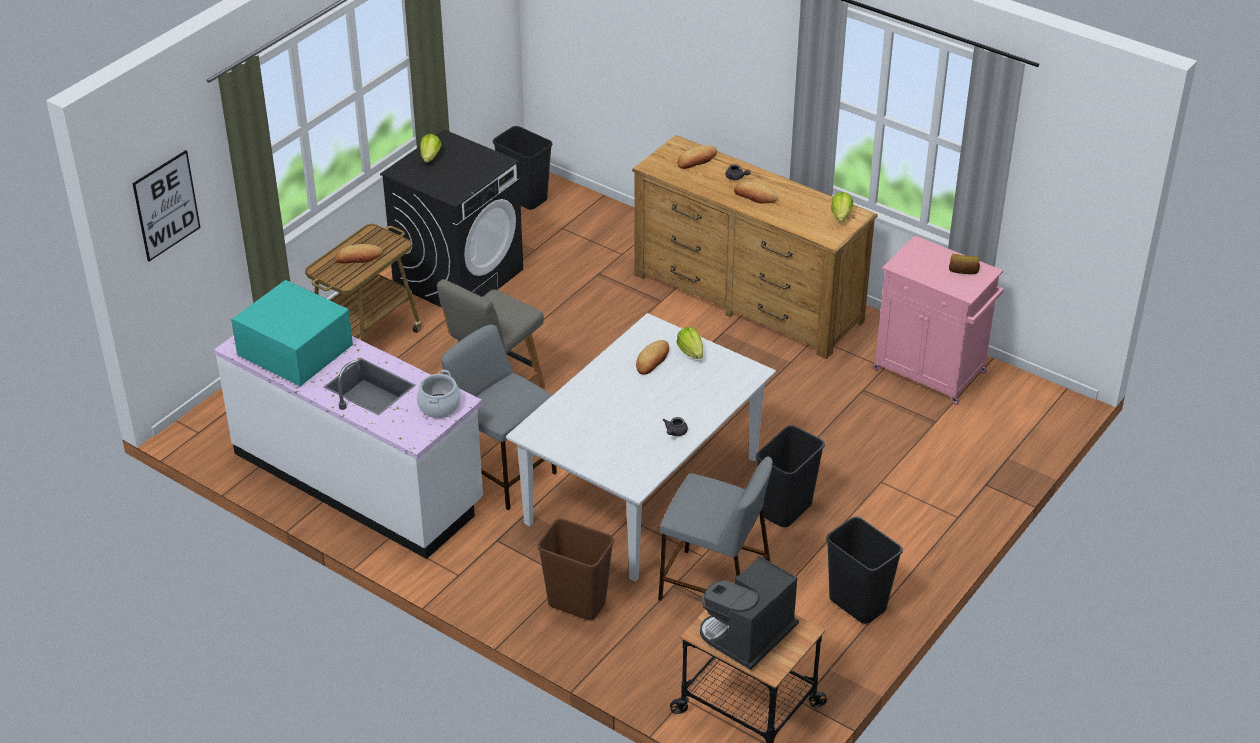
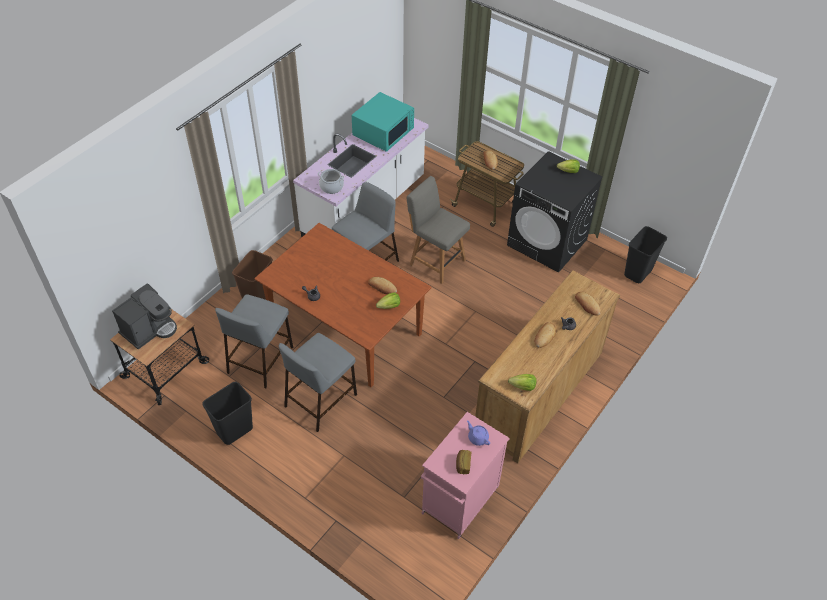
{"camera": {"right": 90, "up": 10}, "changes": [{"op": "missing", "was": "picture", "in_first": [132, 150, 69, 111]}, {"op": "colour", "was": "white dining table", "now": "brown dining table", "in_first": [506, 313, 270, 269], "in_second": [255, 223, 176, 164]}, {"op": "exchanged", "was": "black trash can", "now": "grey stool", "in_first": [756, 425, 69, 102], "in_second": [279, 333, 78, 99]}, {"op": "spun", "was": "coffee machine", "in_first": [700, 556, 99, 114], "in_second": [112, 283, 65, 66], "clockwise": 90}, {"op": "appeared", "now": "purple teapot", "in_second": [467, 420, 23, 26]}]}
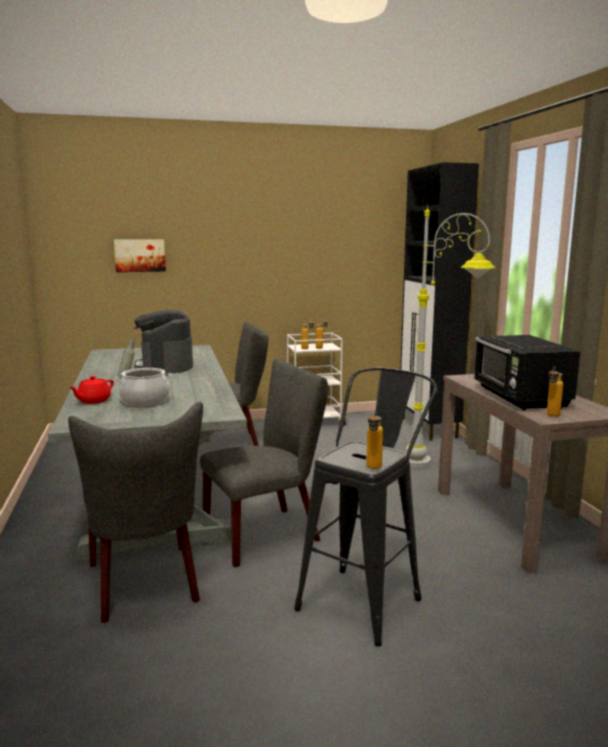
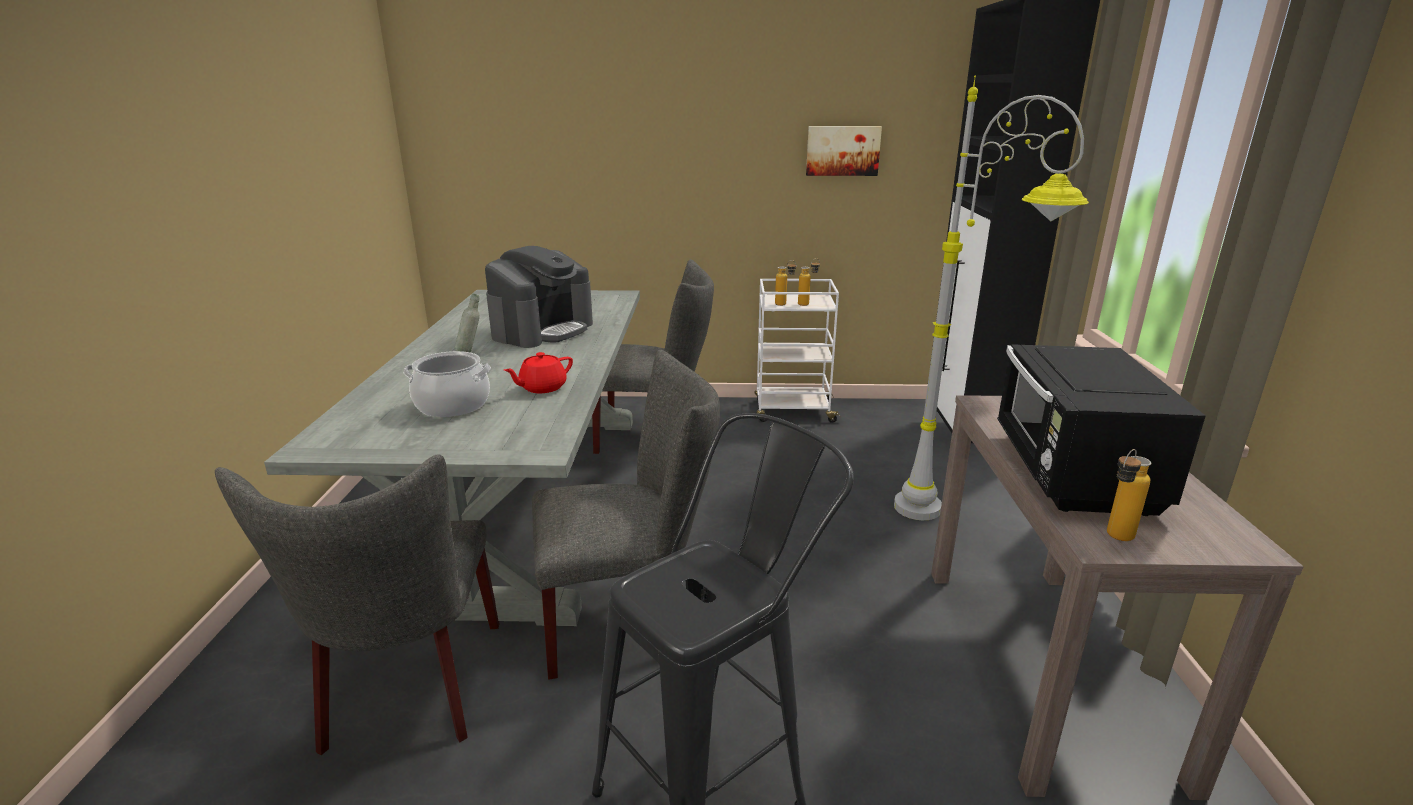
{"camera": {"right": 15, "up": 10}, "changes": [{"op": "relocated", "was": "picture", "in_first": [114, 239, 52, 33], "in_second": [806, 126, 76, 50]}, {"op": "spun", "was": "coffee machine", "in_first": [134, 310, 59, 64], "in_second": [485, 246, 108, 102], "clockwise": -150}, {"op": "relocated", "was": "red teapot", "in_first": [69, 376, 45, 28], "in_second": [504, 352, 69, 41]}, {"op": "missing", "was": "bottle", "in_first": [366, 411, 17, 58]}]}
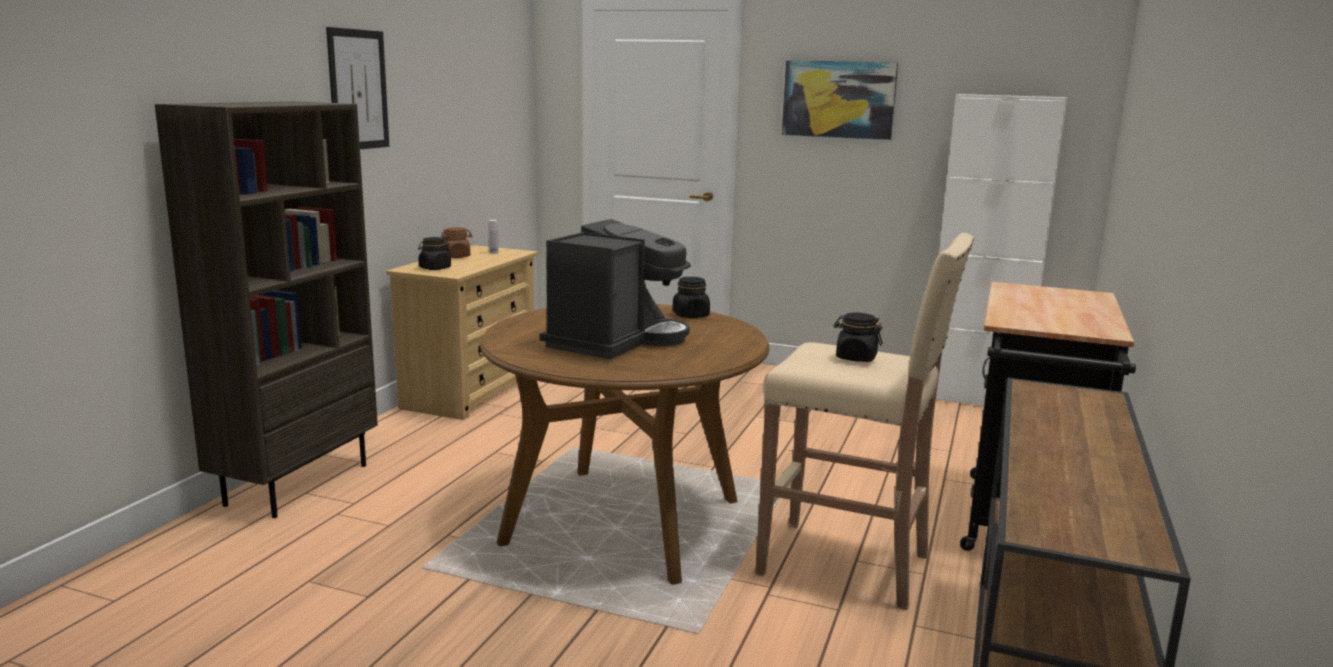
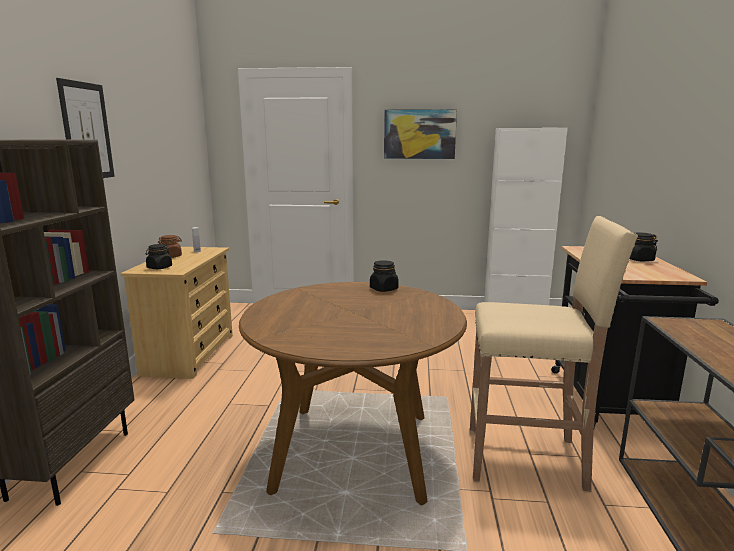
{"camera": {"right": -15, "up": 0}, "changes": [{"op": "missing", "was": "coffee machine", "in_first": [540, 219, 151, 140]}, {"op": "relocated", "was": "black jar", "in_first": [834, 312, 49, 50], "in_second": [629, 232, 29, 29]}]}
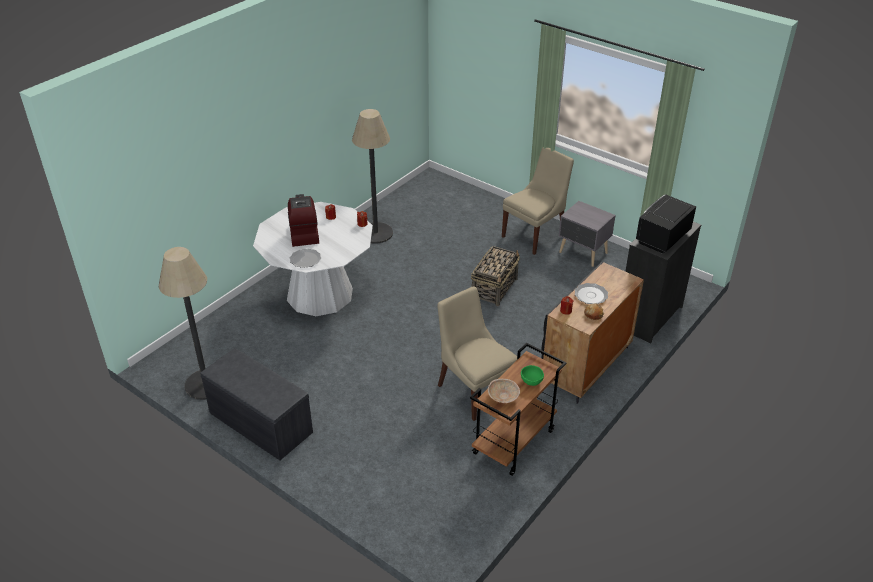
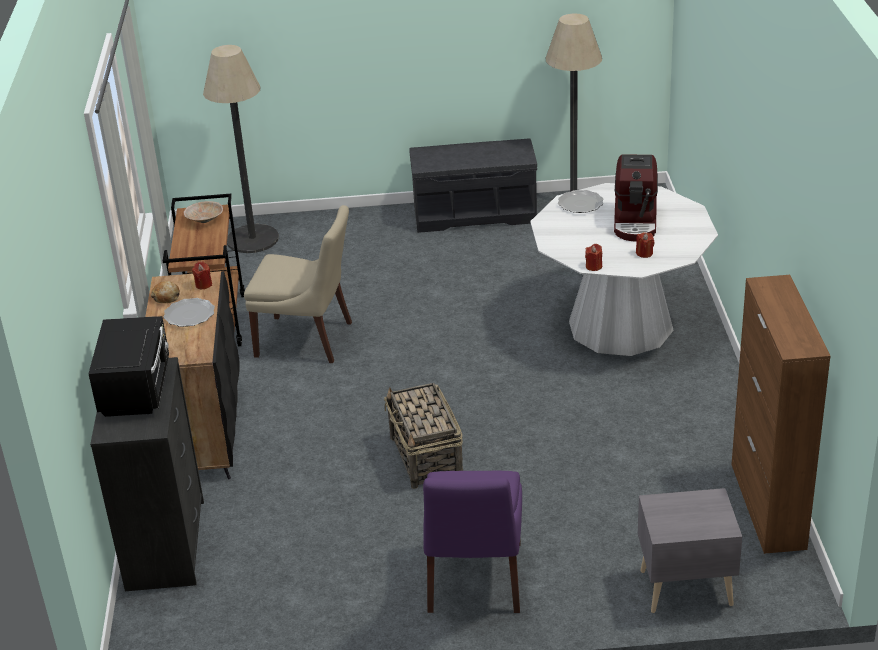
{"camera": {"right": 140, "up": -5}, "changes": [{"op": "relocated", "was": "floor lamp", "in_first": [352, 109, 41, 135], "in_second": [203, 45, 76, 208]}, {"op": "colour", "was": "beige chair", "now": "purple chair", "in_first": [502, 148, 72, 107], "in_second": [423, 470, 99, 143]}, {"op": "spun", "was": "coffee machine", "in_first": [288, 194, 31, 53], "in_second": [614, 154, 44, 87], "clockwise": 60}, {"op": "relocated", "was": "grey nightstand", "in_first": [559, 201, 57, 66], "in_second": [638, 488, 104, 125]}, {"op": "missing", "was": "green bowl", "in_first": [521, 365, 23, 21]}, {"op": "appeared", "now": "brown cabinet", "in_second": [731, 275, 100, 279]}]}
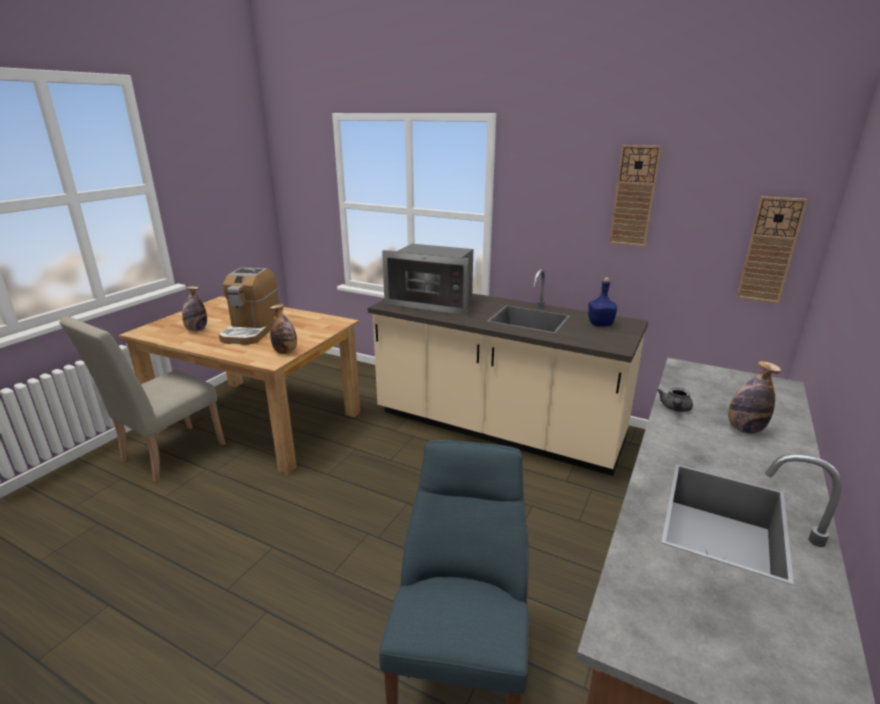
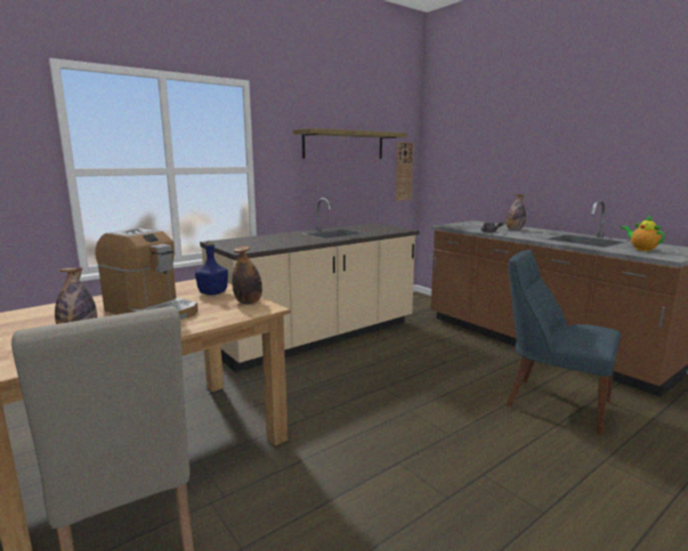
{"camera": {"right": -65, "up": -10}, "changes": [{"op": "exchanged", "was": "wall clock", "now": "shelf", "in_first": [609, 145, 52, 102], "in_second": [293, 128, 114, 31]}, {"op": "missing", "was": "microwave", "in_first": [382, 244, 91, 72]}, {"op": "relocated", "was": "blue bottle", "in_first": [588, 277, 29, 50], "in_second": [195, 240, 33, 55]}, {"op": "appeared", "now": "teapot", "in_second": [621, 216, 44, 35]}]}
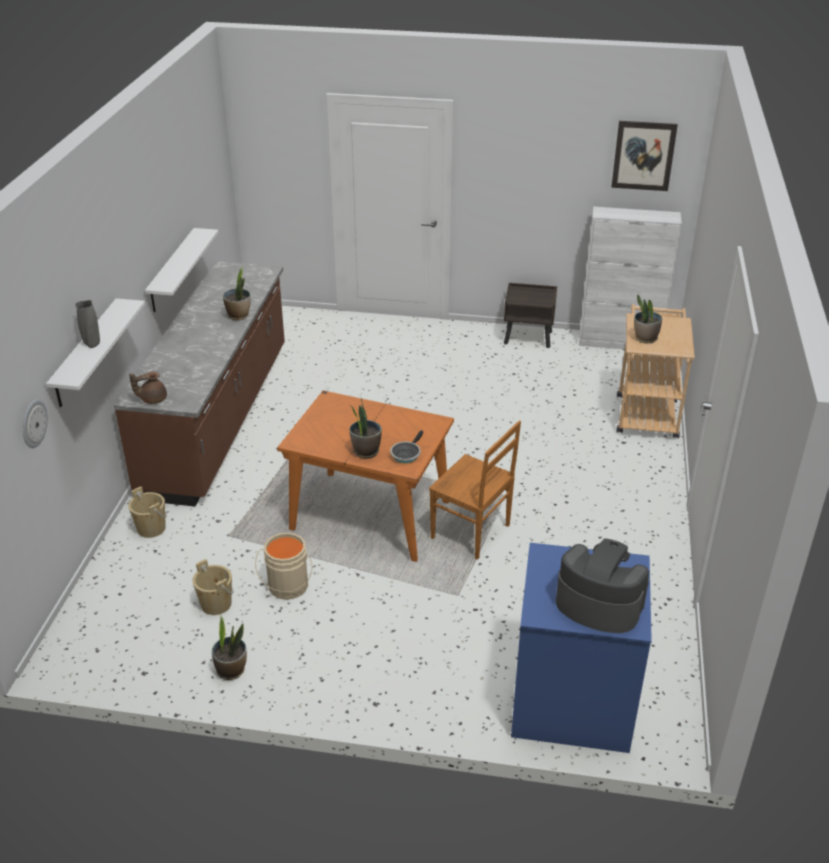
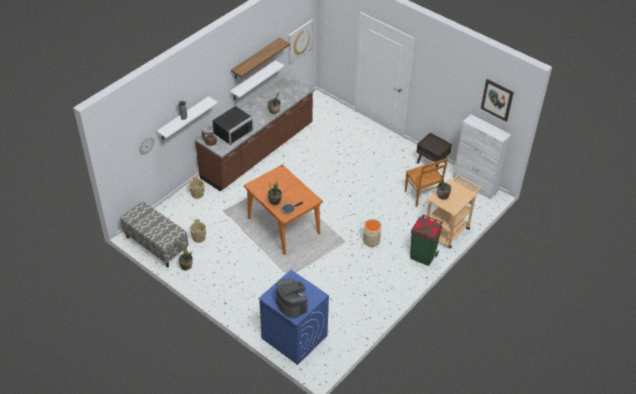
{"camera": {"right": 30, "up": 10}, "changes": [{"op": "relocated", "was": "brown chair", "in_first": [429, 421, 92, 139], "in_second": [405, 158, 42, 49]}, {"op": "relocated", "was": "beige bucket", "in_first": [255, 532, 58, 68], "in_second": [360, 219, 22, 28]}, {"op": "appeared", "now": "picture", "in_second": [288, 20, 25, 44]}, {"op": "appeared", "now": "shelf", "in_second": [231, 38, 59, 41]}, {"op": "appeared", "now": "black microwave", "in_second": [212, 106, 42, 39]}, {"op": "appeared", "now": "bench", "in_second": [120, 202, 69, 66]}, {"op": "appeared", "now": "green trash can", "in_second": [410, 214, 33, 52]}]}
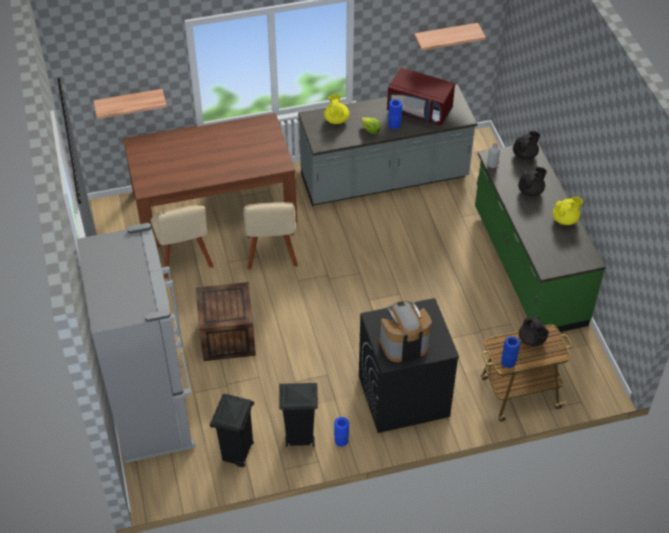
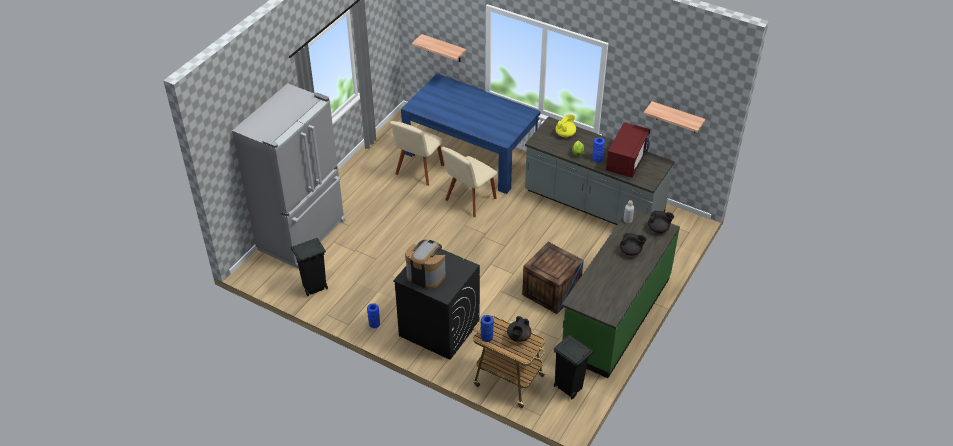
{"camera": {"right": 45, "up": -5}, "changes": [{"op": "spun", "was": "red microwave", "in_first": [387, 68, 68, 58], "in_second": [606, 122, 44, 56], "clockwise": -135}, {"op": "colour", "was": "brown dining table", "now": "blue dining table", "in_first": [123, 113, 174, 137], "in_second": [401, 73, 139, 121]}, {"op": "missing", "was": "yellow teapot", "in_first": [553, 196, 30, 29]}, {"op": "relocated", "was": "crate", "in_first": [196, 282, 60, 79], "in_second": [522, 242, 62, 72]}, {"op": "relocated", "was": "black trash can", "in_first": [279, 383, 39, 64], "in_second": [554, 335, 40, 64]}]}
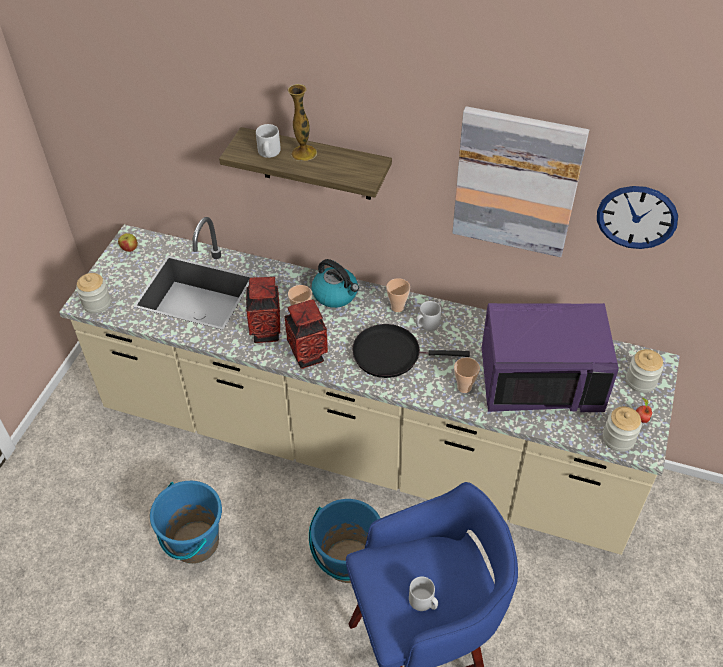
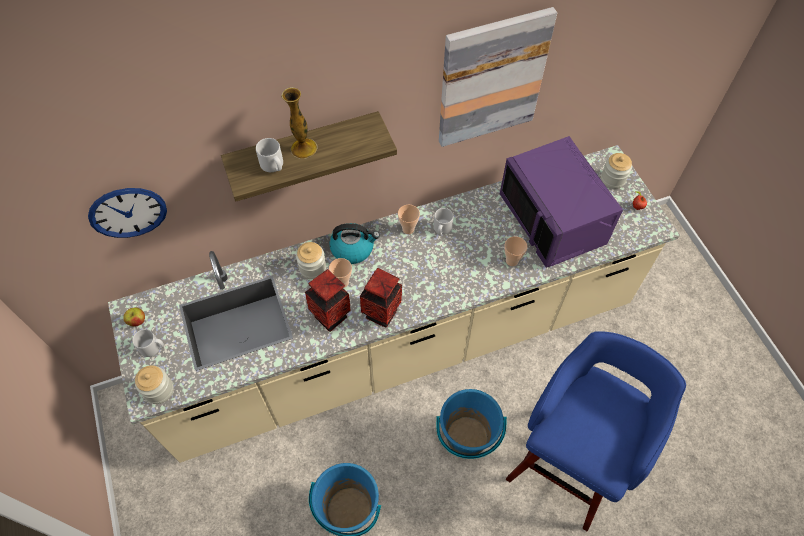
{"camera": {"right": -40, "up": 10}, "changes": [{"op": "relocated", "was": "wall clock", "in_first": [597, 186, 81, 63], "in_second": [88, 188, 79, 50]}, {"op": "spun", "was": "purple microwave", "in_first": [482, 303, 137, 109], "in_second": [500, 136, 123, 132], "clockwise": 105}, {"op": "missing", "was": "black frying pan", "in_first": [352, 324, 118, 54]}, {"op": "relocated", "was": "jar", "in_first": [603, 406, 39, 46], "in_second": [296, 242, 30, 37]}, {"op": "relocated", "was": "grey mug", "in_first": [409, 577, 29, 34], "in_second": [132, 329, 32, 28]}]}
